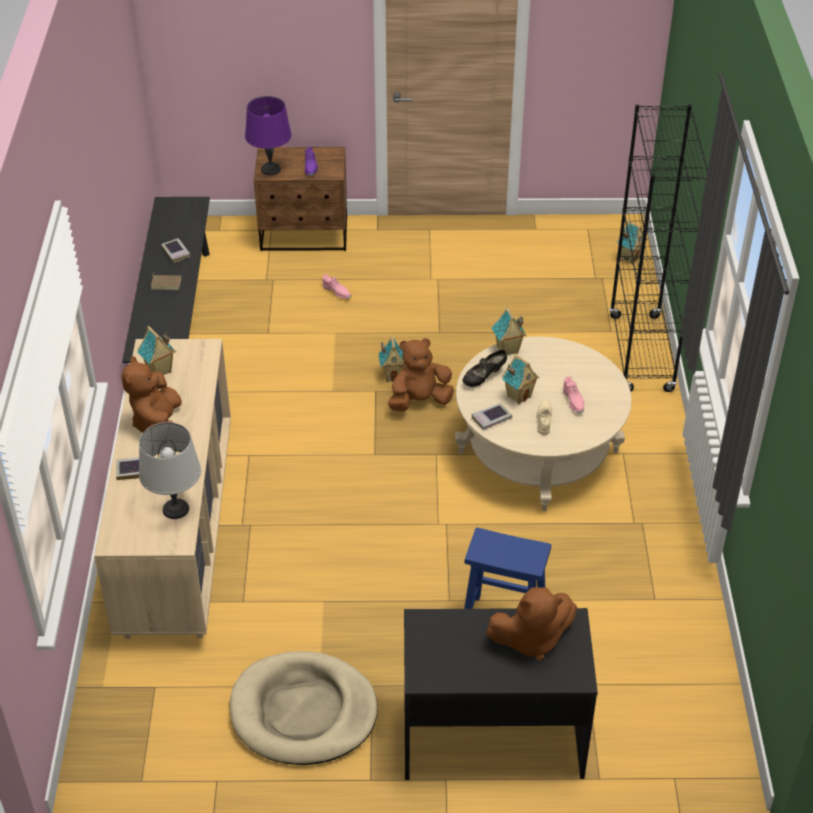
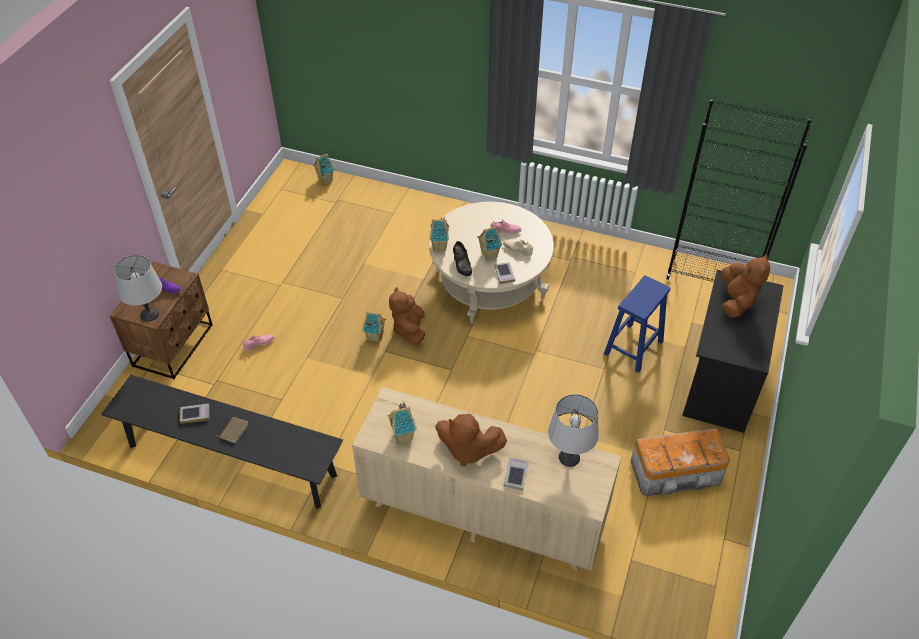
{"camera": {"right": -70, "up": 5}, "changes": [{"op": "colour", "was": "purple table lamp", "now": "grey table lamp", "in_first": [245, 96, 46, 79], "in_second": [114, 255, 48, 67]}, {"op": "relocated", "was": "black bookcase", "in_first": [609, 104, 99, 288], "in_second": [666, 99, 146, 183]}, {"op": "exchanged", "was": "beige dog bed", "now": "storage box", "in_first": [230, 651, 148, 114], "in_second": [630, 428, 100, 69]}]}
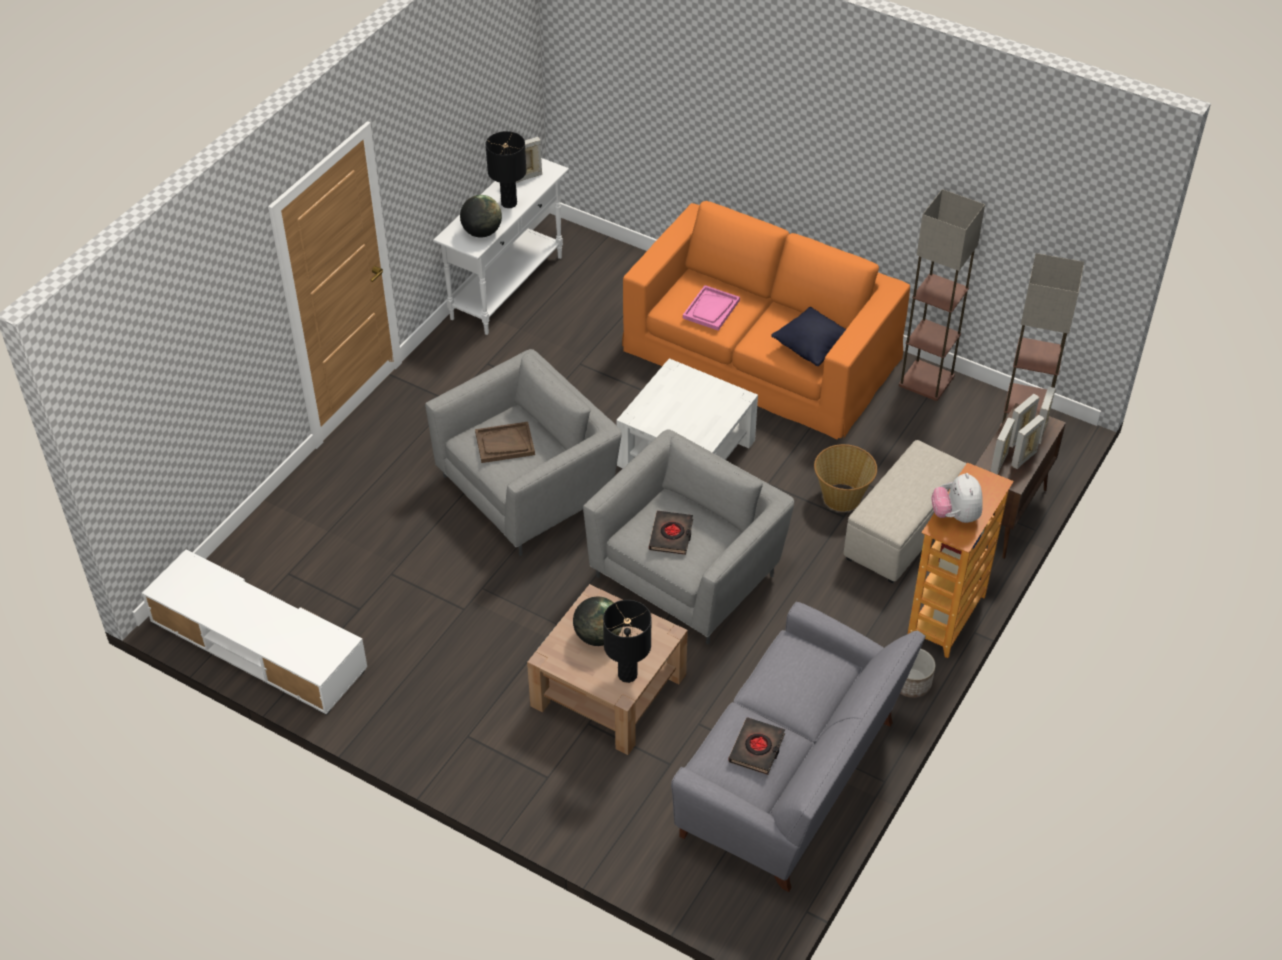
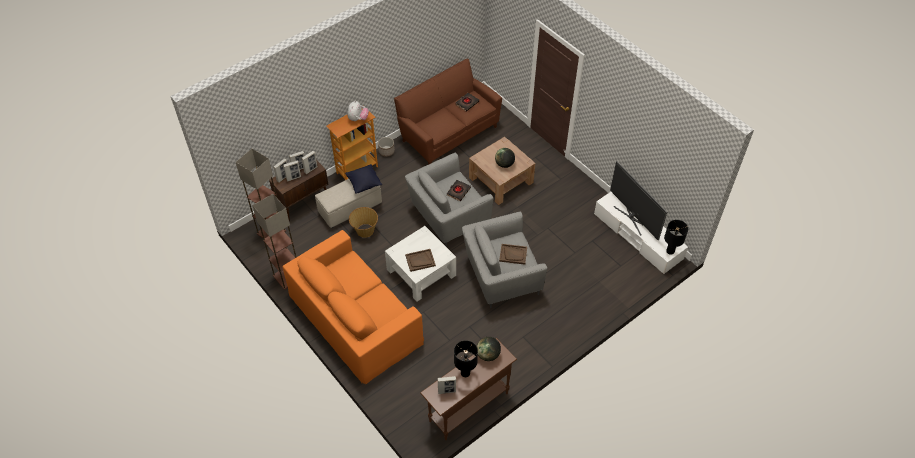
{"camera": {"right": -160, "up": 5}, "changes": [{"op": "colour", "was": "white console table", "now": "brown console table", "in_first": [433, 158, 136, 177], "in_second": [420, 338, 97, 102]}, {"op": "missing", "was": "pink tray", "in_first": [683, 285, 57, 46]}, {"op": "relocated", "was": "black pillow", "in_first": [771, 307, 75, 59], "in_second": [345, 164, 37, 30]}, {"op": "relocated", "was": "black table lamp", "in_first": [603, 600, 49, 83], "in_second": [664, 220, 24, 35]}, {"op": "colour", "was": "grey sofa", "now": "brown sofa", "in_first": [671, 602, 255, 290], "in_second": [394, 58, 108, 107]}, {"op": "appeared", "now": "television", "in_second": [610, 161, 57, 79]}, {"op": "appeared", "now": "brown tray", "in_second": [405, 249, 31, 23]}]}
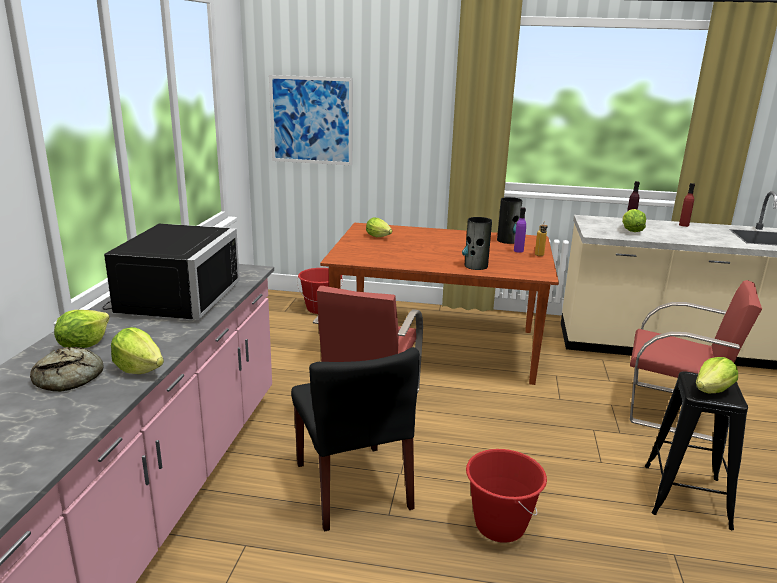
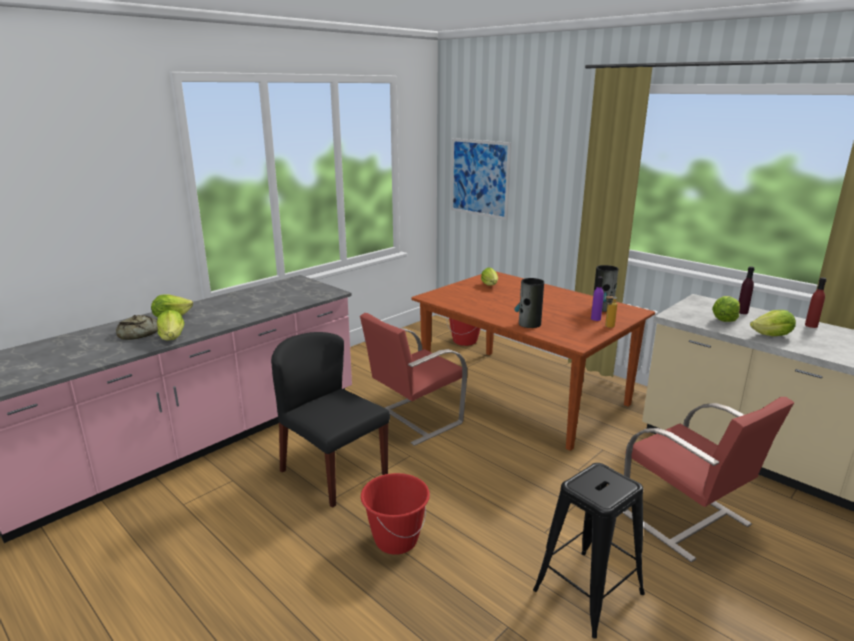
{"camera": {"right": 35, "up": 0}, "changes": [{"op": "missing", "was": "black microwave", "in_first": [103, 224, 137, 96]}, {"op": "spun", "was": "black chair", "in_first": [291, 347, 129, 185], "in_second": [271, 332, 119, 176], "clockwise": 120}, {"op": "relocated", "was": "lettuce", "in_first": [696, 357, 42, 37], "in_second": [750, 310, 46, 26]}]}
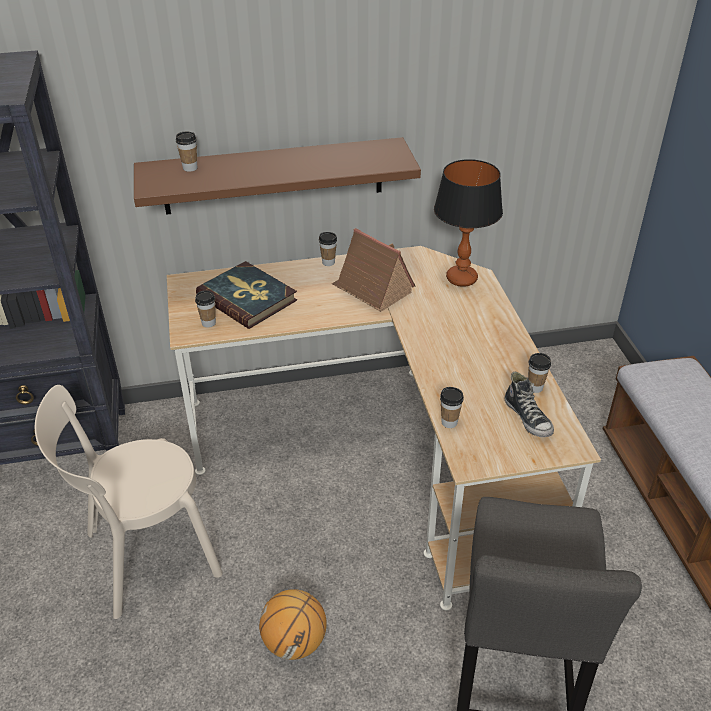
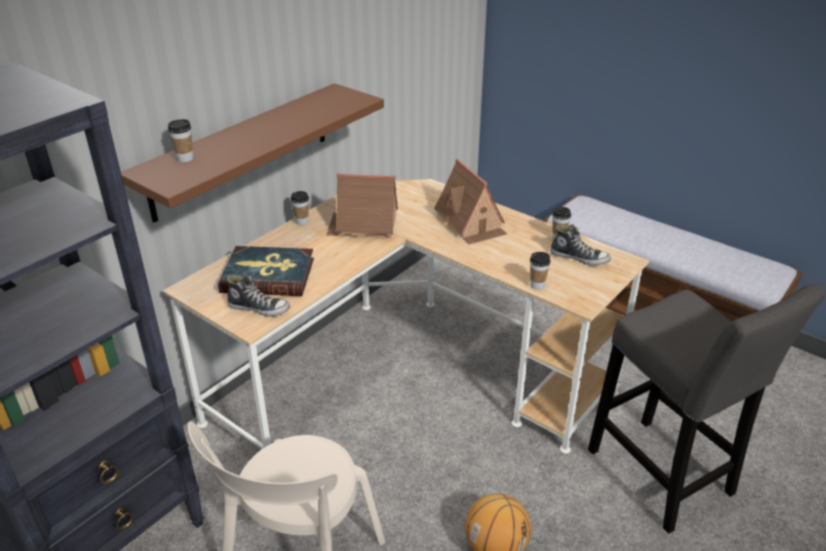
{"camera": {"right": -40, "up": -5}, "changes": [{"op": "missing", "was": "table lamp", "in_first": [434, 159, 69, 128]}, {"op": "exchanged", "was": "cup", "now": "shoe", "in_first": [195, 290, 21, 38], "in_second": [227, 274, 63, 43]}, {"op": "appeared", "now": "toy house", "in_second": [434, 159, 73, 85]}]}
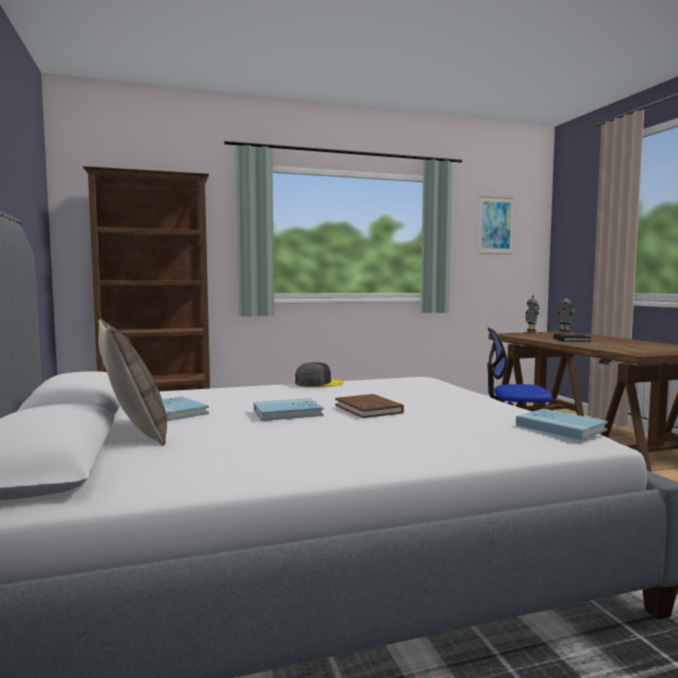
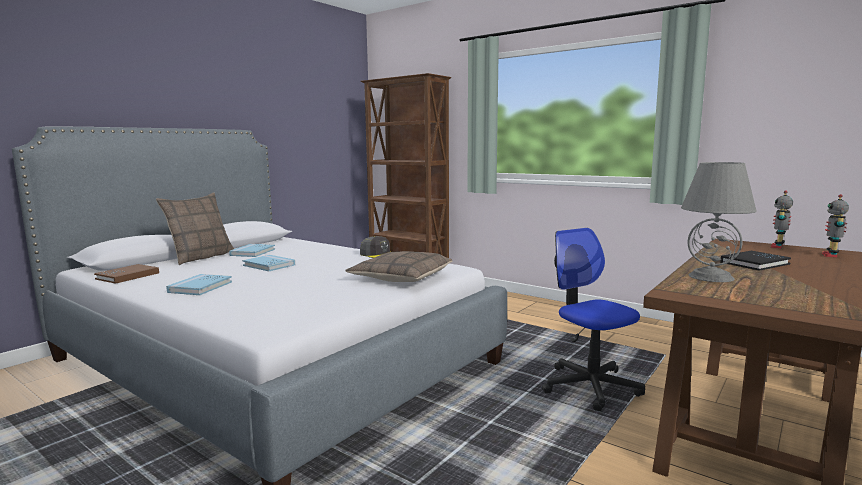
{"camera": {"right": 55, "up": 5}, "changes": [{"op": "missing", "was": "picture", "in_first": [479, 196, 34, 58]}, {"op": "relocated", "was": "brown book", "in_first": [335, 394, 69, 24], "in_second": [94, 264, 65, 20]}, {"op": "relocated", "was": "blue book", "in_first": [516, 409, 92, 31], "in_second": [166, 274, 66, 21]}, {"op": "appeared", "now": "grey table lamp", "in_second": [681, 162, 76, 120]}, {"op": "appeared", "now": "pillow", "in_second": [346, 251, 106, 31]}]}
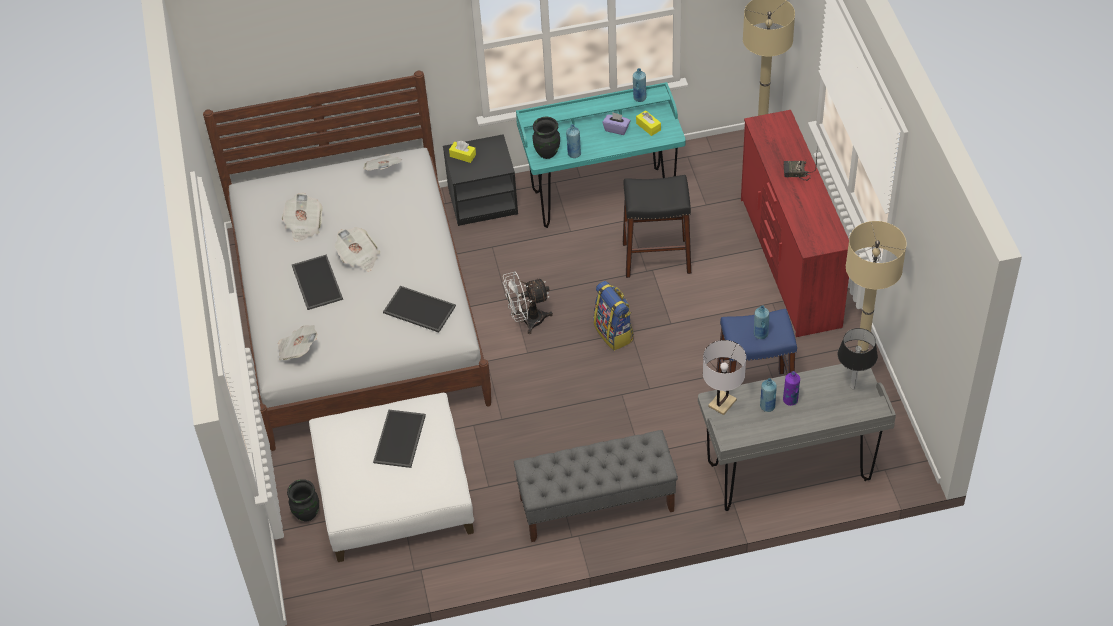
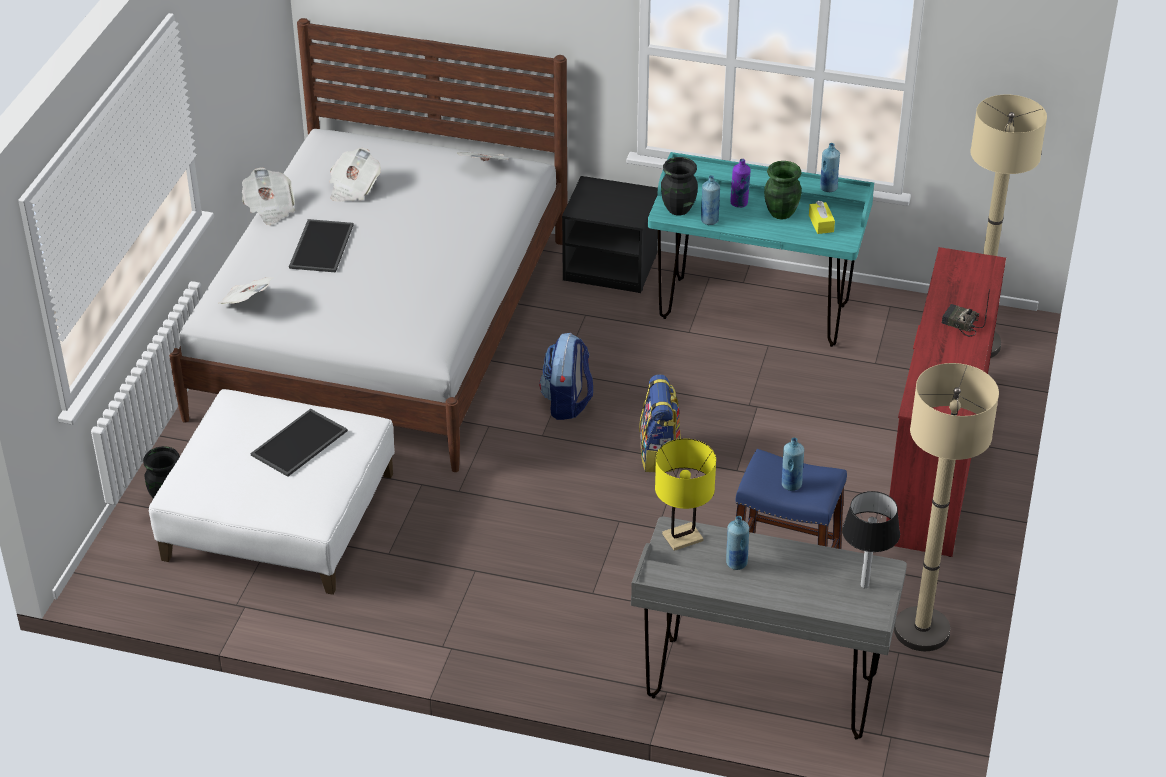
{"camera": {"right": 25, "up": -10}, "changes": [{"op": "exchanged", "was": "purple tissue box", "now": "green vase", "in_first": [602, 112, 29, 23], "in_second": [764, 161, 38, 59]}, {"op": "missing", "was": "yellow tissue box", "in_first": [449, 141, 27, 22]}, {"op": "missing", "was": "black stool", "in_first": [623, 175, 68, 103]}, {"op": "relocated", "was": "newspaper", "in_first": [335, 227, 45, 44], "in_second": [242, 167, 53, 58]}, {"op": "exchanged", "was": "white fan", "now": "backpack", "in_first": [503, 271, 50, 63], "in_second": [539, 333, 54, 87]}, {"op": "missing", "was": "tray", "in_first": [383, 286, 73, 47]}, {"op": "colour", "was": "white table lamp", "now": "yellow table lamp", "in_first": [703, 340, 43, 75], "in_second": [655, 439, 61, 112]}, {"op": "relocated", "was": "purple bottle", "in_first": [783, 371, 17, 35], "in_second": [730, 159, 21, 49]}, {"op": "missing", "was": "grey bench", "in_first": [514, 430, 164, 112]}]}
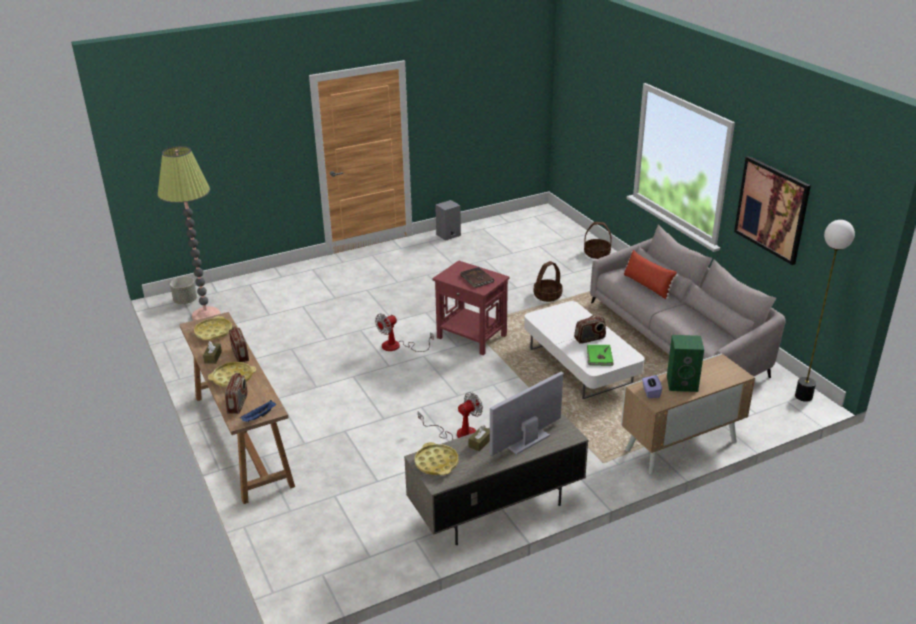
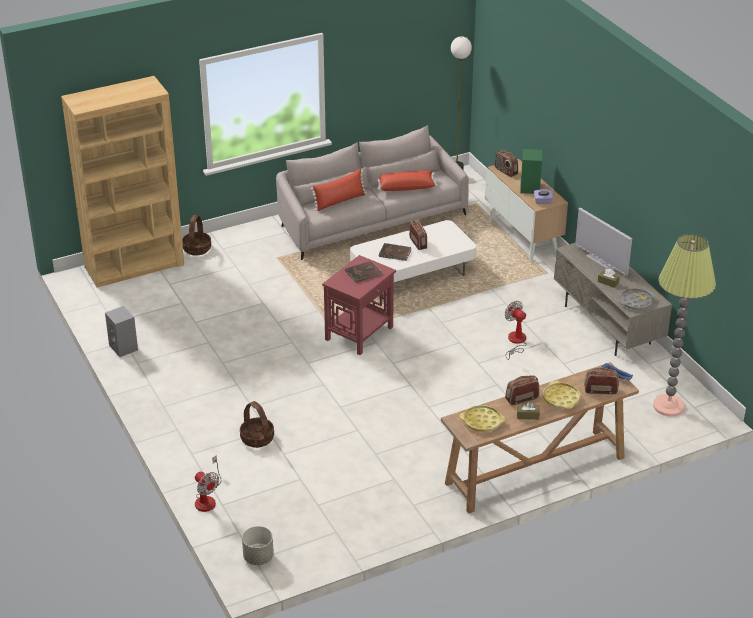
{"camera": {"right": -90, "up": 5}, "changes": [{"op": "relocated", "was": "floor lamp", "in_first": [157, 146, 63, 175], "in_second": [653, 234, 63, 183]}, {"op": "missing", "was": "picture", "in_first": [734, 156, 77, 109]}, {"op": "relocated", "was": "basket", "in_first": [534, 261, 29, 41], "in_second": [240, 401, 34, 47]}, {"op": "relocated", "was": "fan", "in_first": [375, 314, 58, 38], "in_second": [195, 455, 26, 57]}, {"op": "missing", "was": "green book", "in_first": [587, 345, 26, 21]}, {"op": "colour", "was": "yellow tray", "now": "grey tray", "in_first": [415, 442, 43, 33], "in_second": [618, 288, 37, 22]}, {"op": "appeared", "now": "brown bookcase", "in_second": [61, 76, 123, 212]}, {"op": "appeared", "now": "radio", "in_second": [495, 150, 23, 27]}, {"op": "appeared", "now": "red pillow", "in_second": [377, 171, 60, 20]}, {"op": "appeared", "now": "brown book", "in_second": [379, 243, 32, 18]}]}
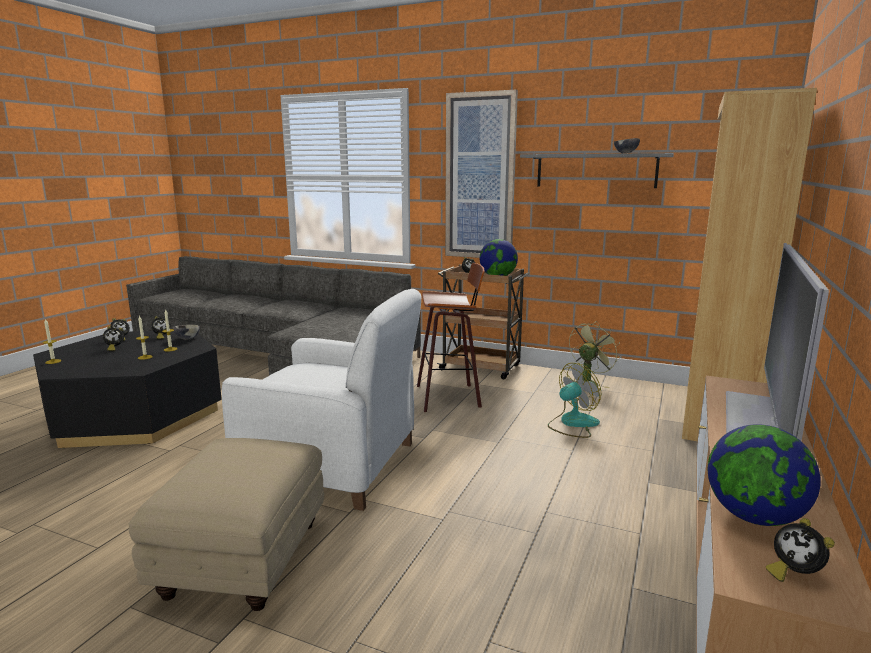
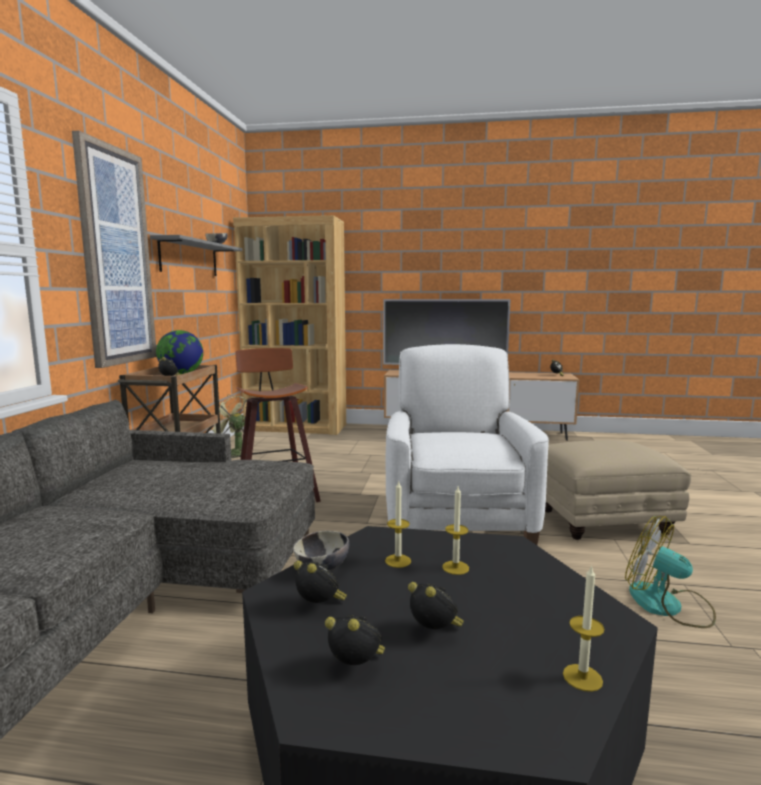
{"camera": {"right": -105, "up": -5}, "changes": [{"op": "relocated", "was": "fan", "in_first": [548, 363, 53, 75], "in_second": [625, 516, 91, 112]}, {"op": "missing", "was": "globe", "in_first": [708, 424, 113, 102]}]}
